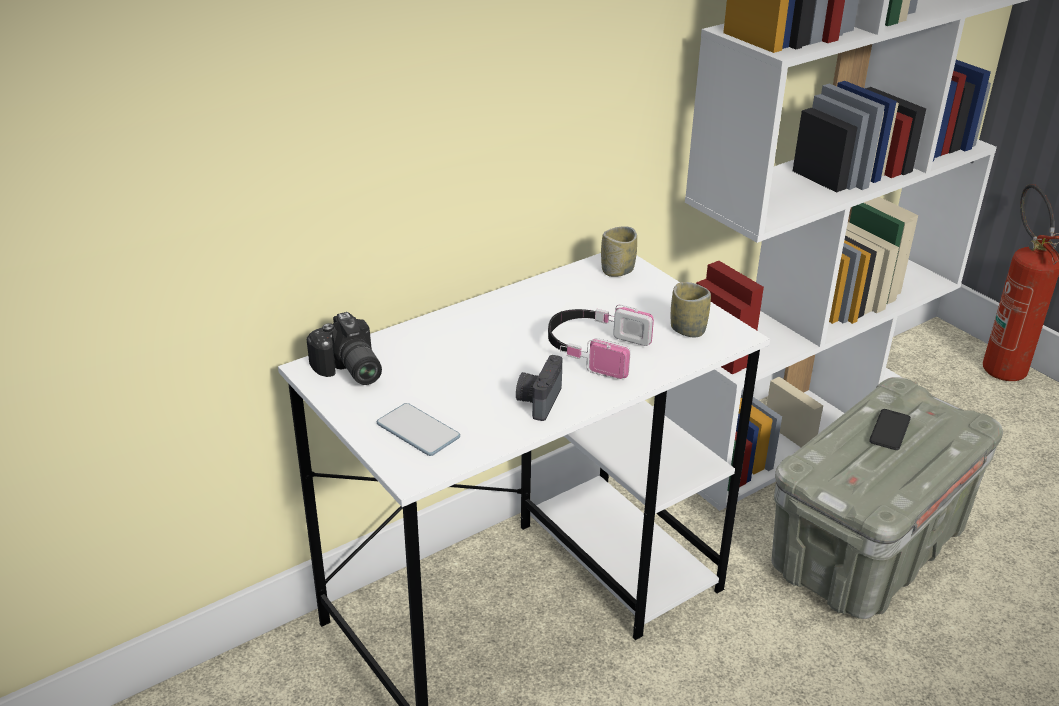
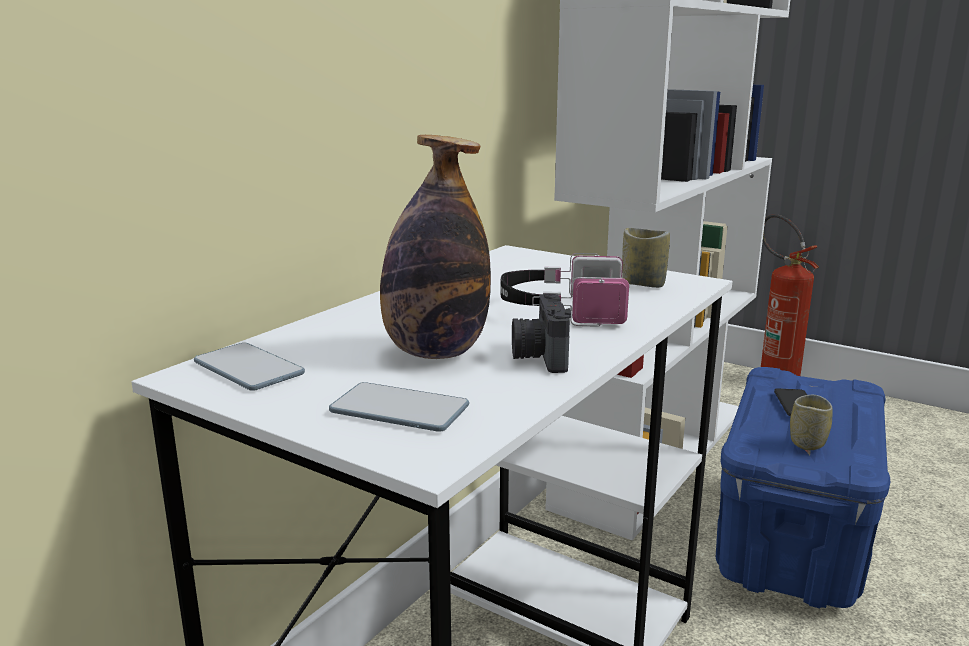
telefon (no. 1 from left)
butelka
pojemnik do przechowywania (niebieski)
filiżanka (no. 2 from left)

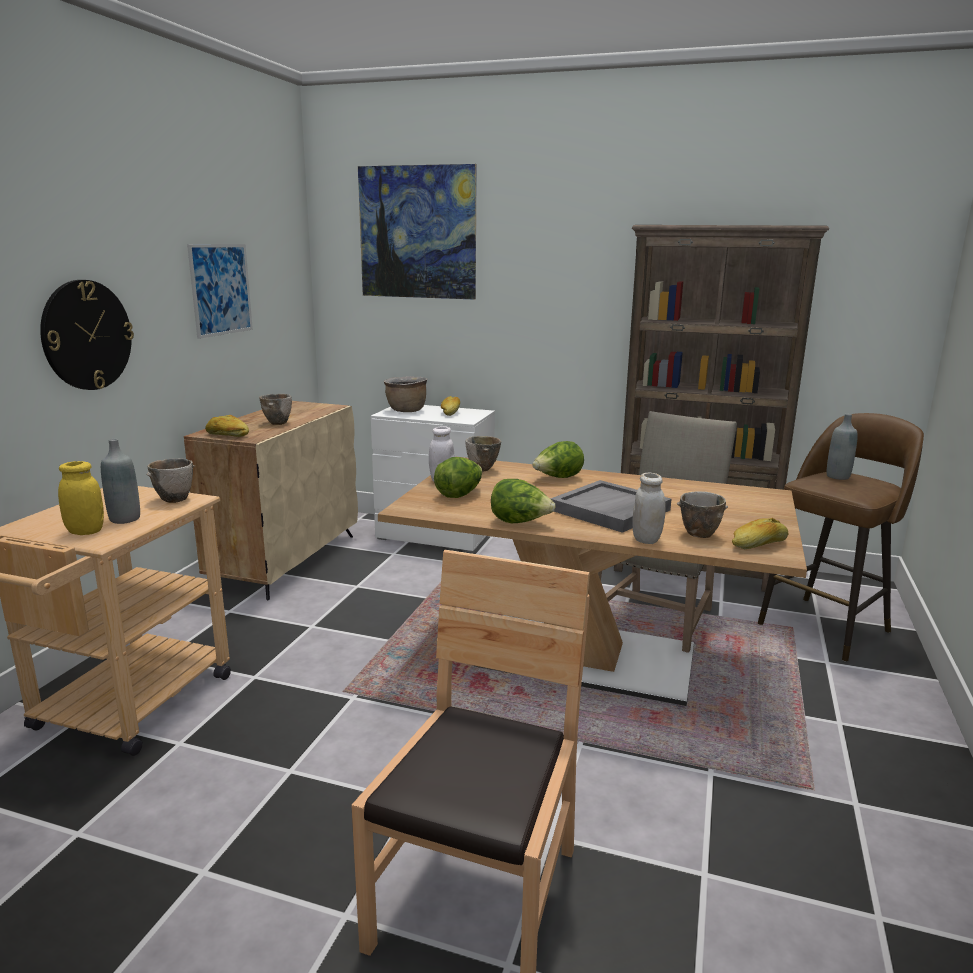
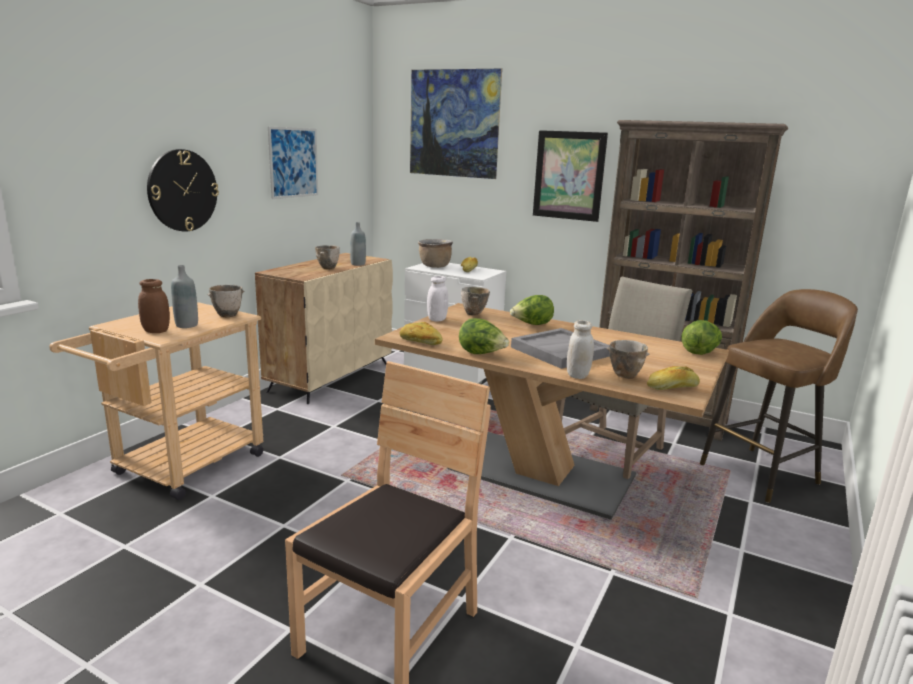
słoik (brązowy)
butelka (szary) (no. 2 from left)
chleb (no. 1 from left)
obraz (no. 3 from left)
sałata (no. 3 from left)

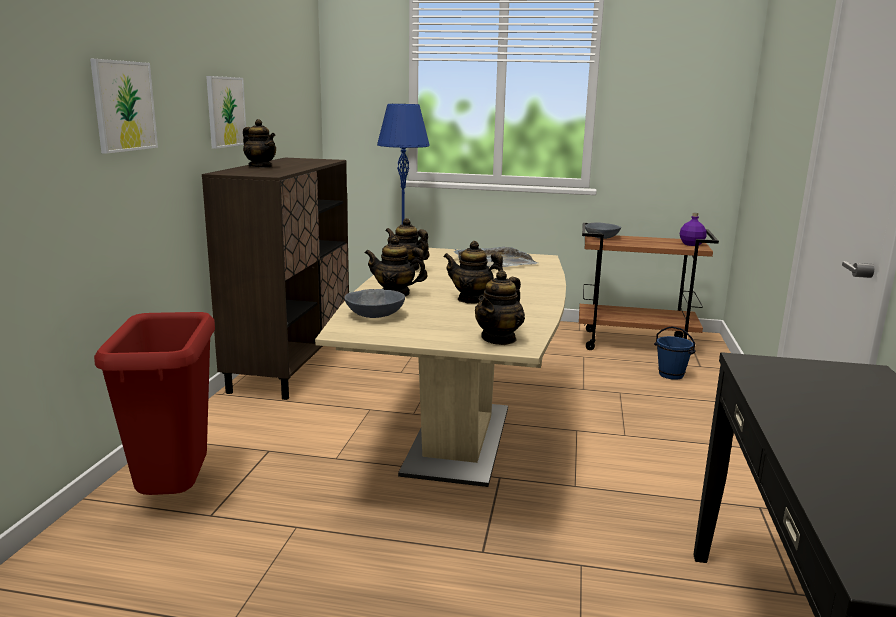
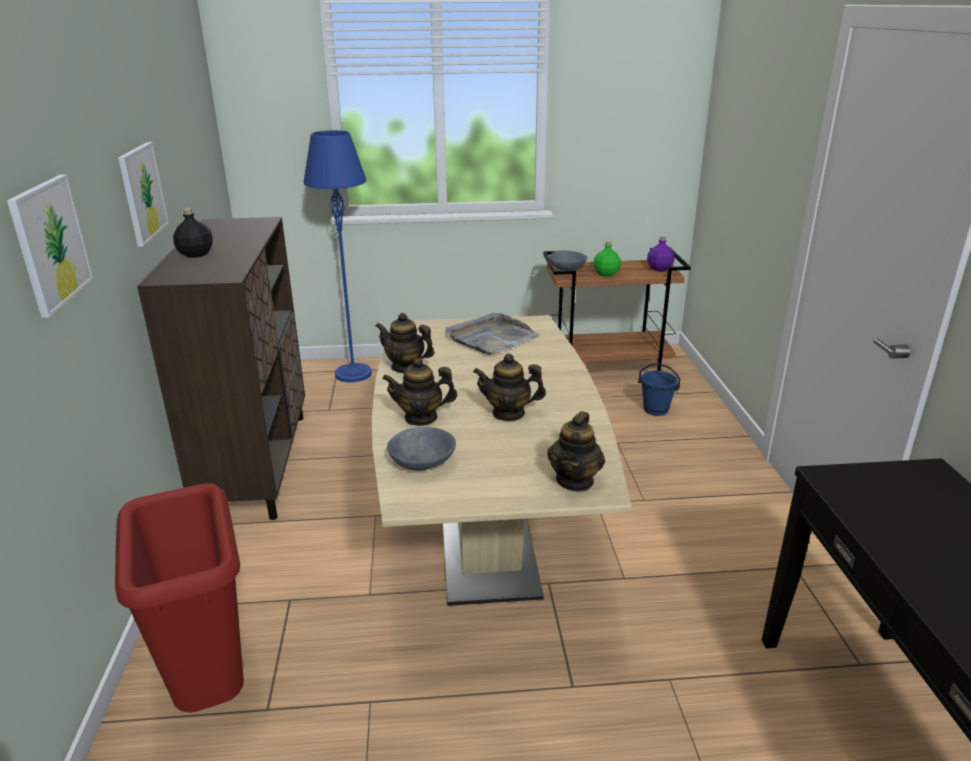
butelka (czarny)
butelka (zielony)

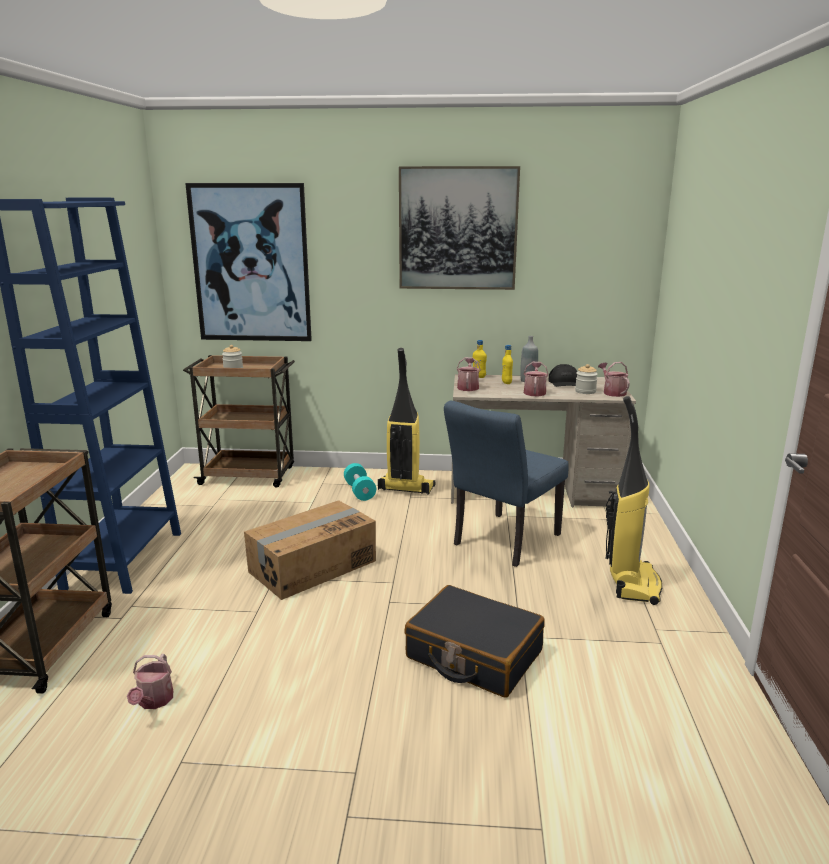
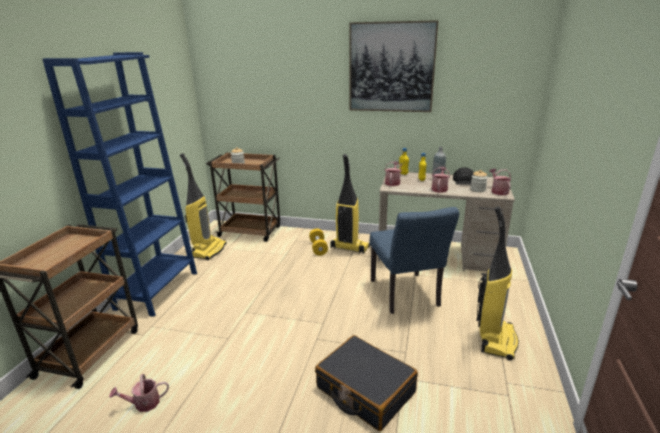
konewka (no. 1 from left)
odkurzacz (no. 1 from left)
hantel (żółty)
krzesło (niebieski)
obraz (no. 1 from left in the first image)
karton

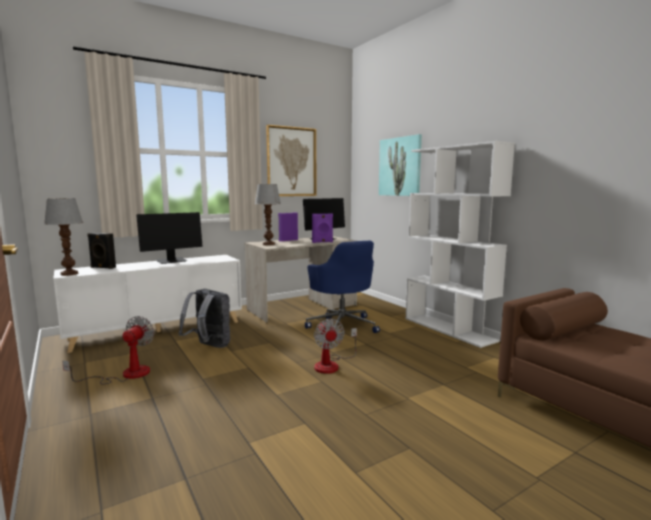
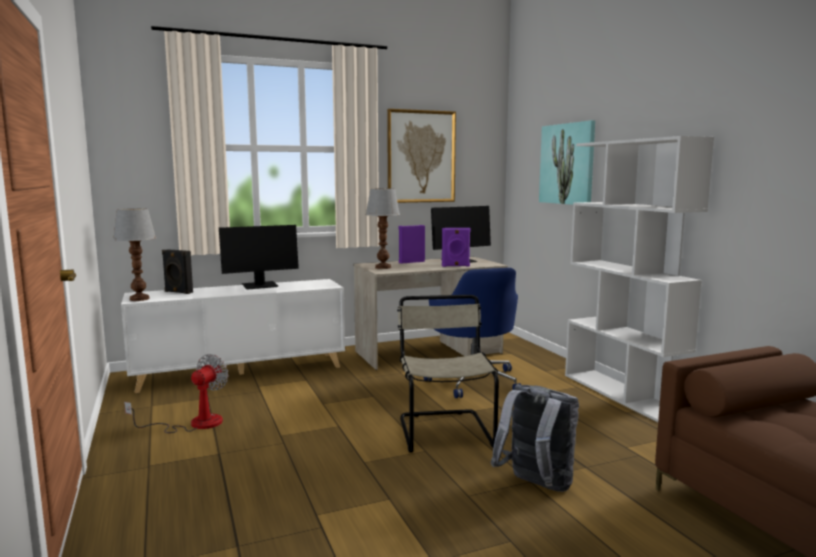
krzesło (beżowy)
plecak (szary)

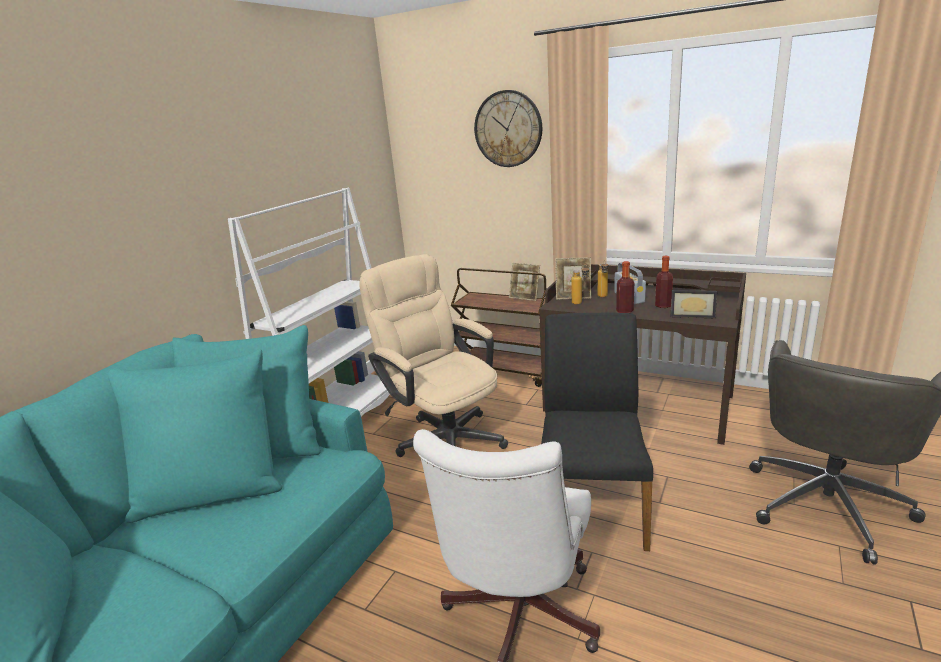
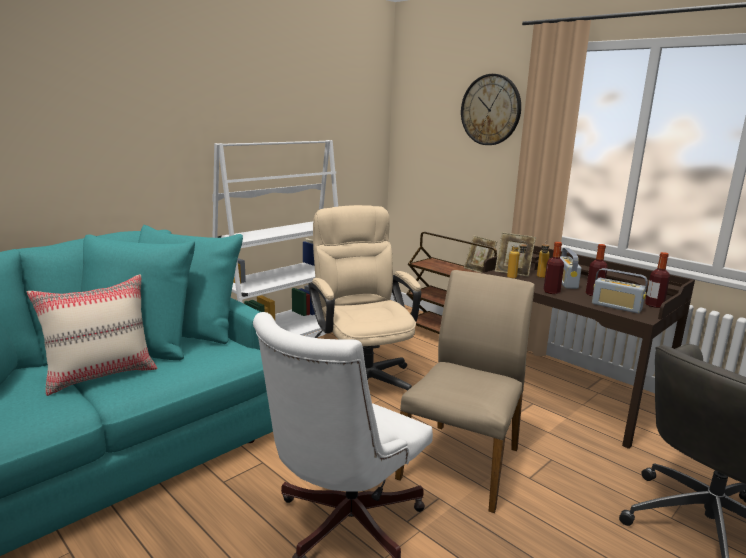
poduszka (beżowy)
krzesło (beżowy)
radio (no. 2 from left)
butelka (no. 5 from left)

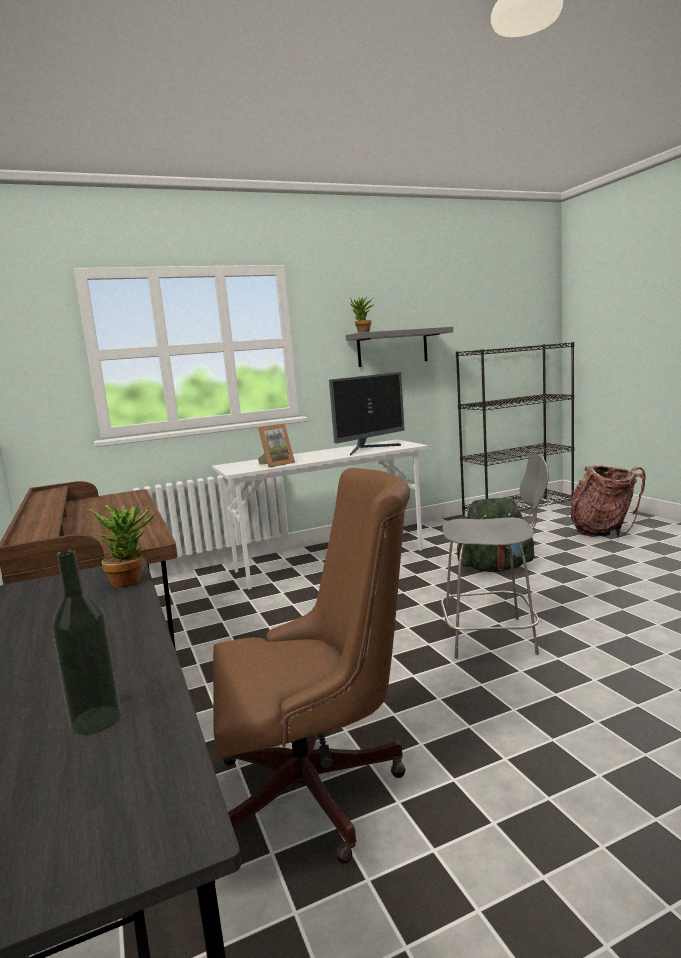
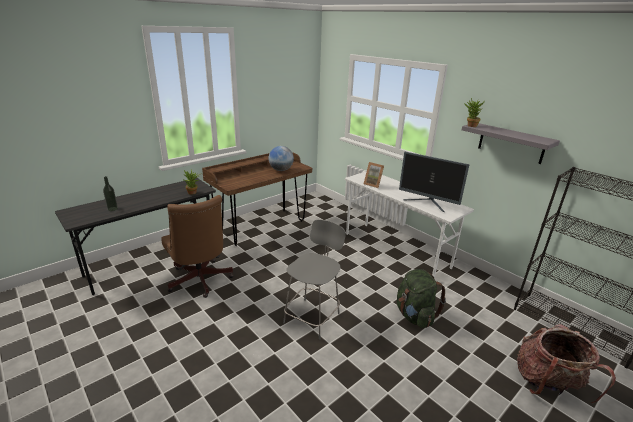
globus
krzesło (szary)

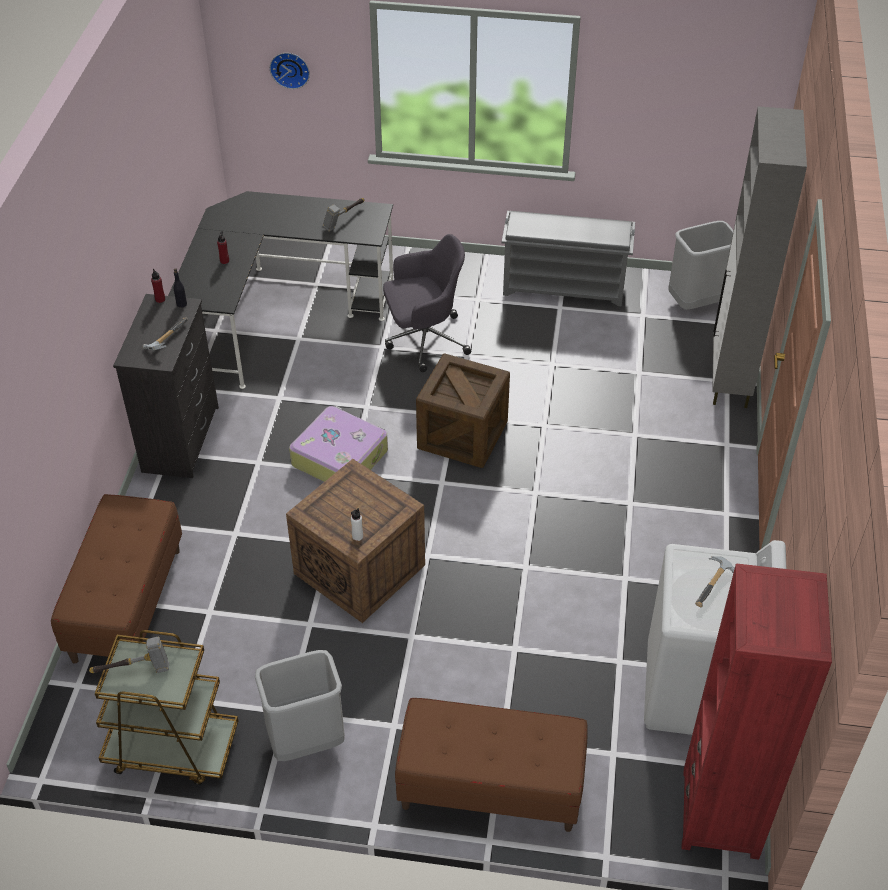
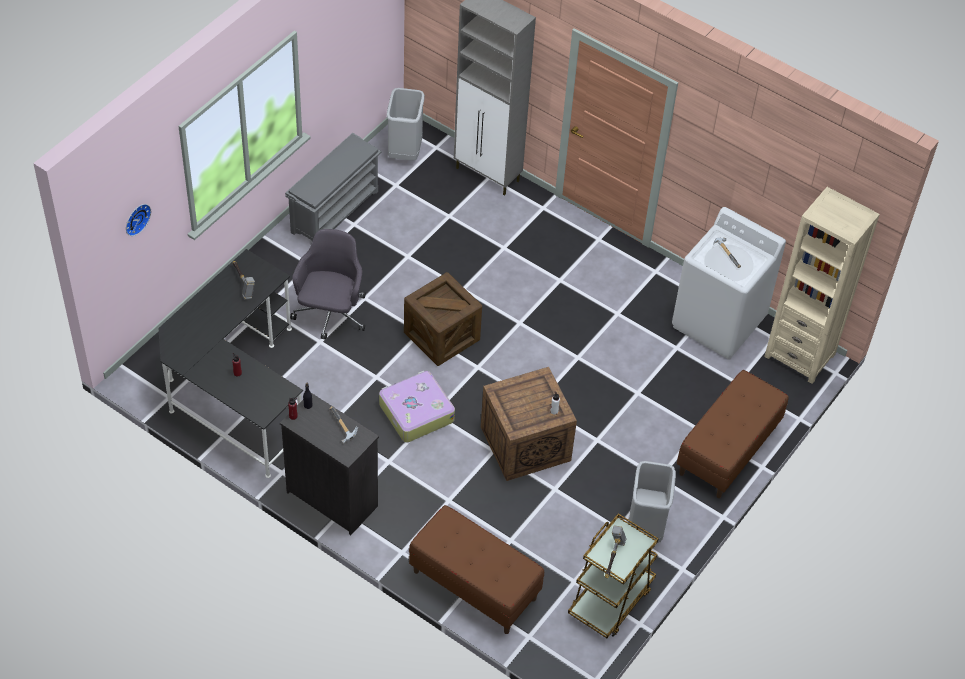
regał (beżowy)

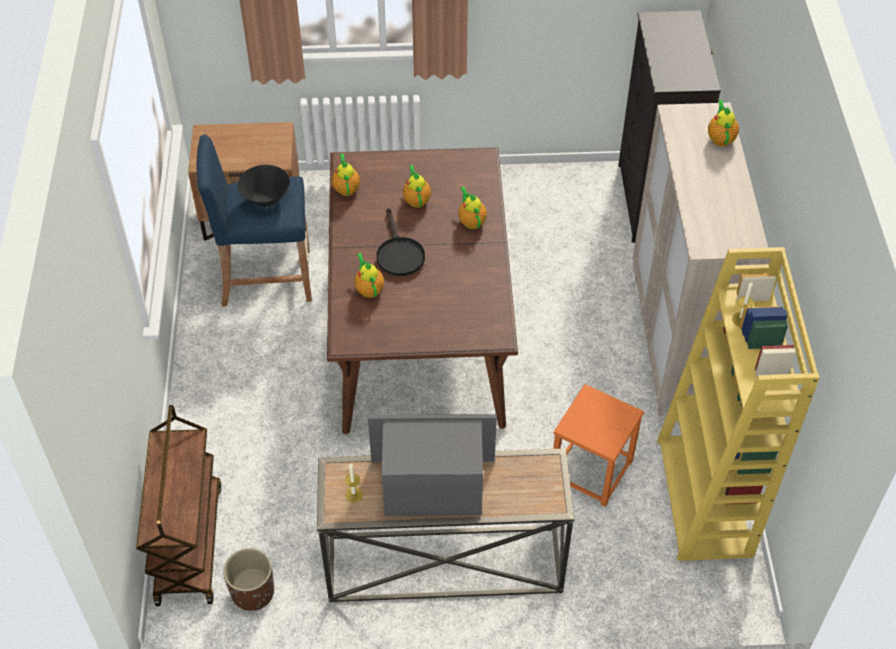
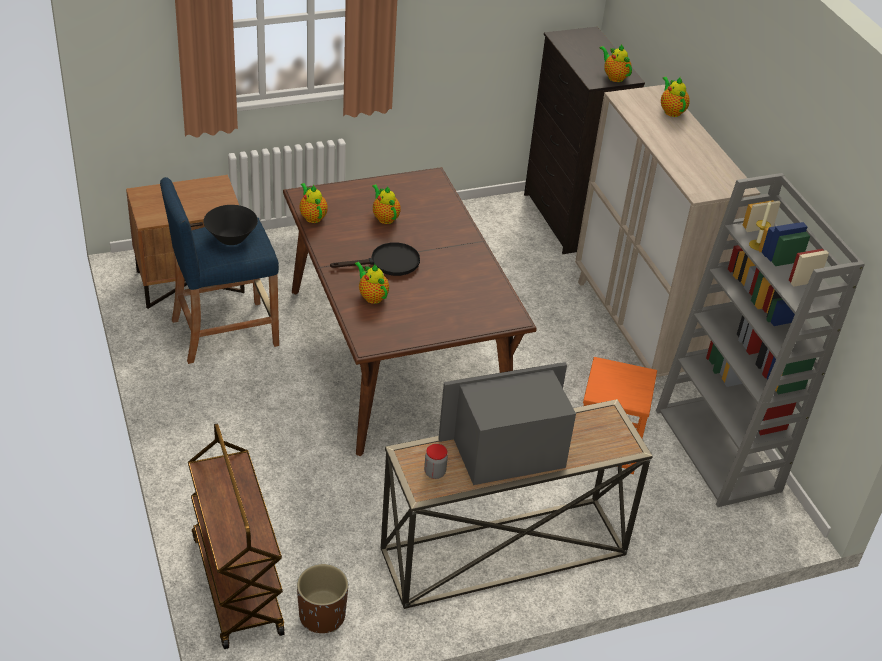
patelnia (czarny)
słoik
imbryk (no. 4 from left)
regał (szary)

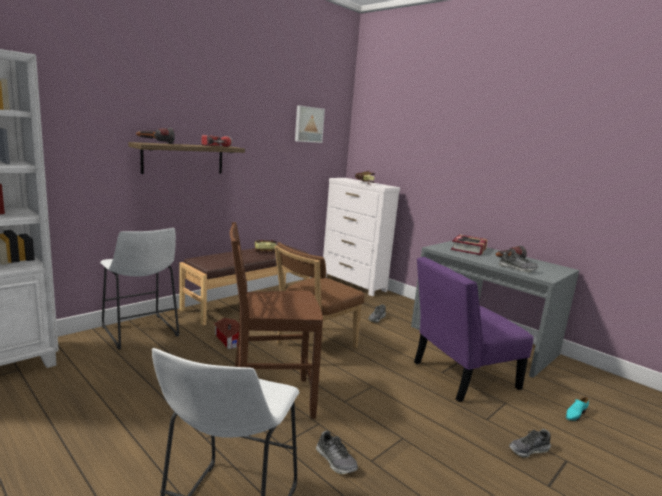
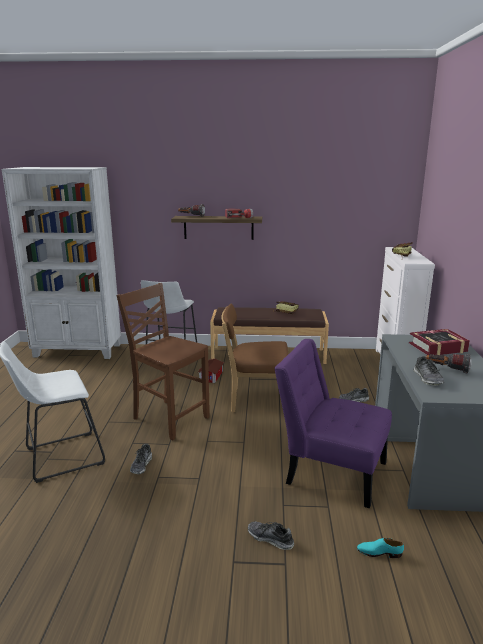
obraz

